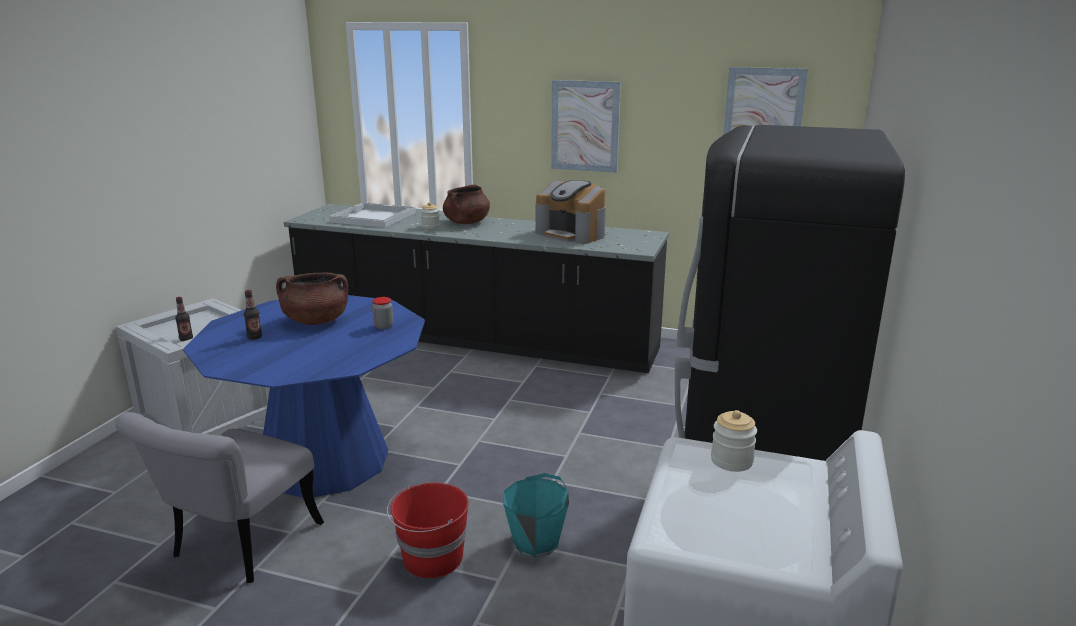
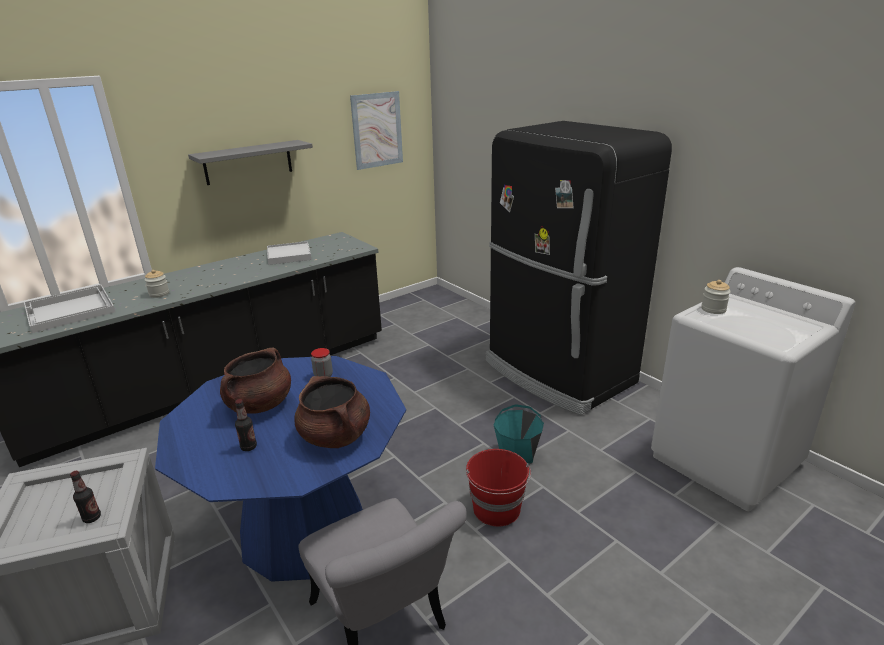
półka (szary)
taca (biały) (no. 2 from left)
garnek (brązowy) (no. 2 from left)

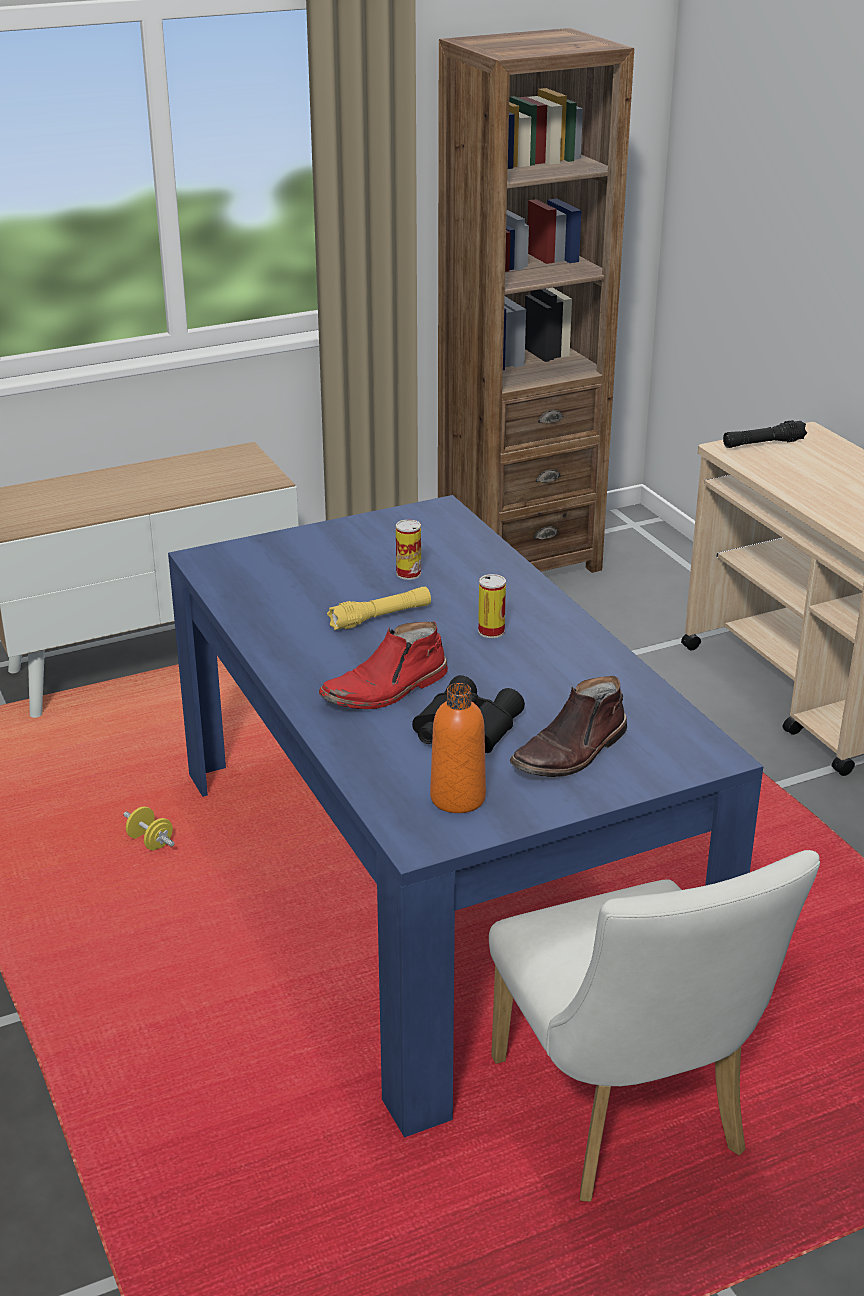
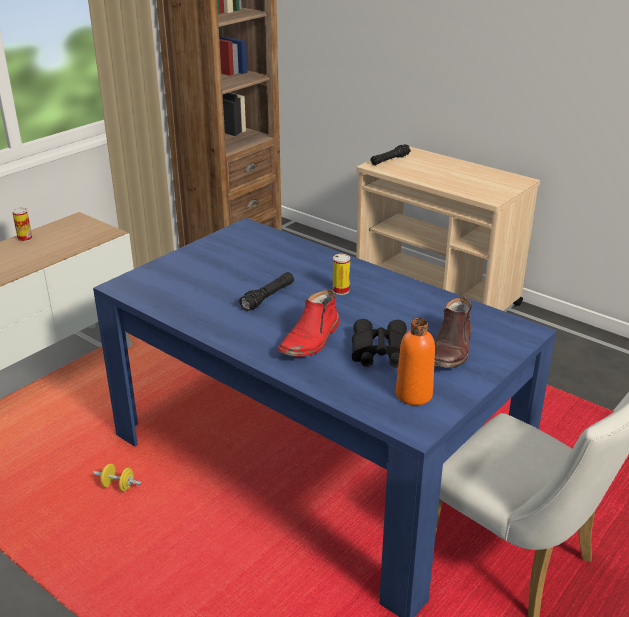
puszka (no. 1 from left)
latarka (czarny) (no. 1 from left)

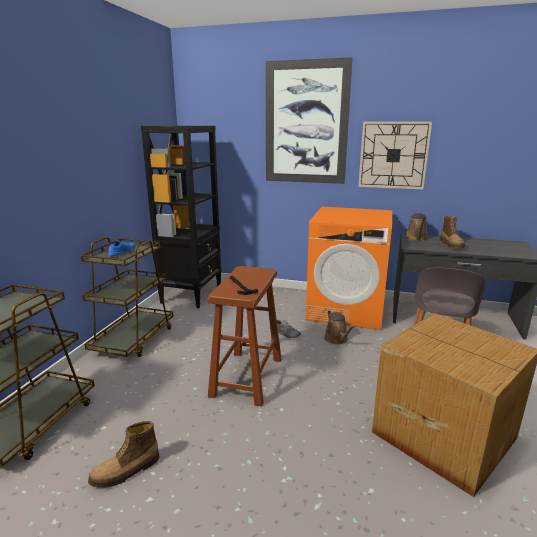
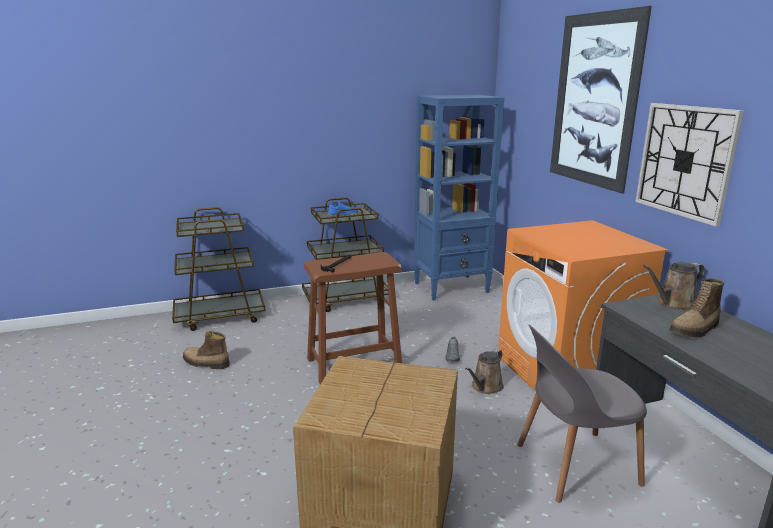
regał (niebieski)

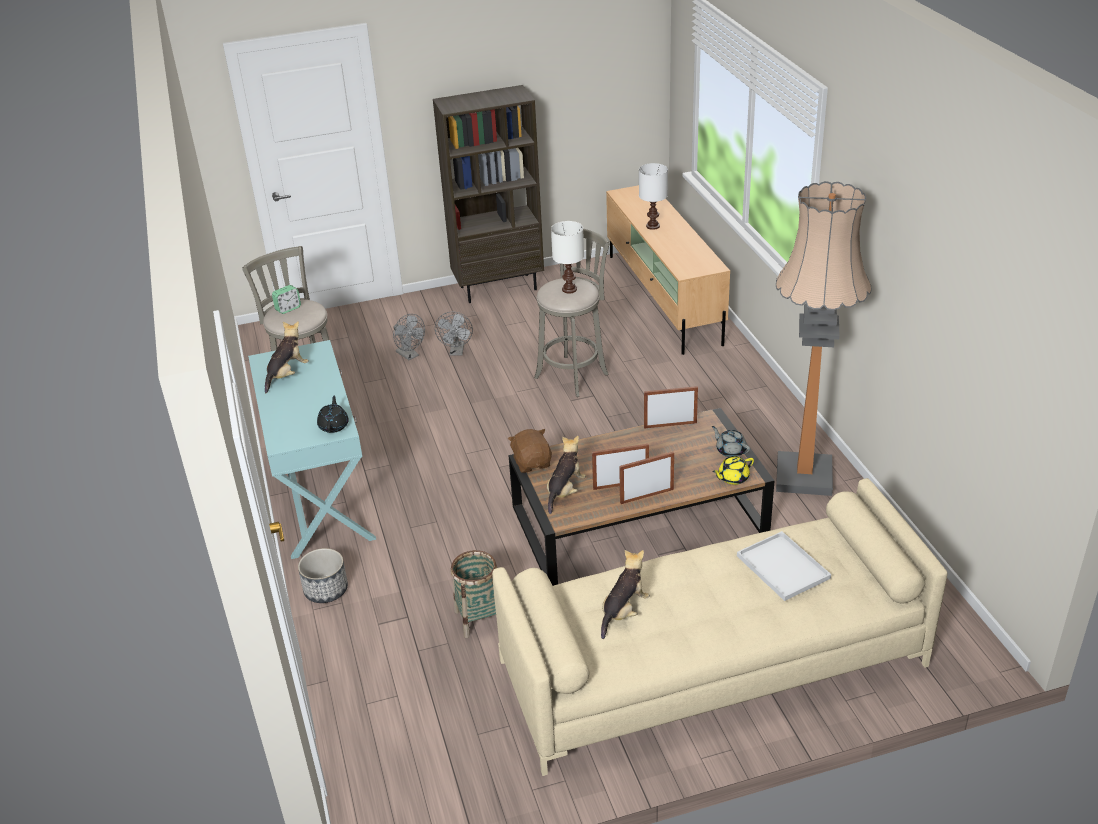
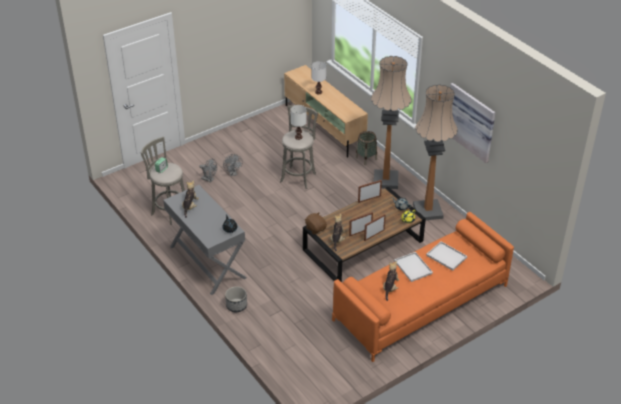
stolik konsolowy (szary)
kanapa (pomarańczowy)
koszyk
lampa stojąca (no. 1 from left)
taca (biały) (no. 1 from left)
obraz
regał (brązowy)

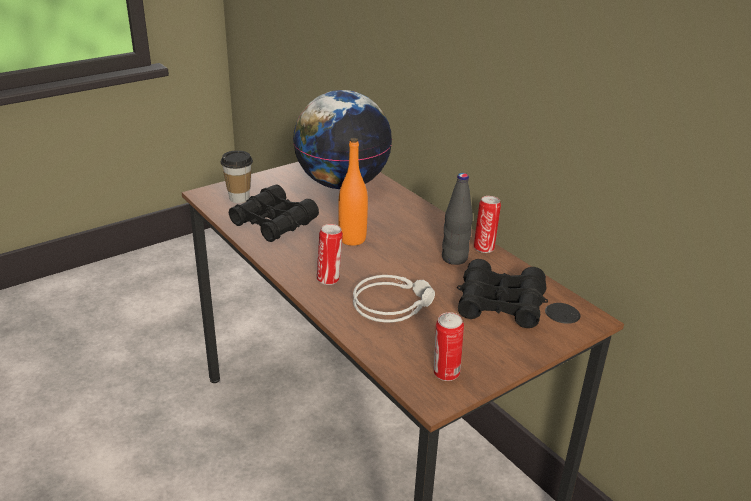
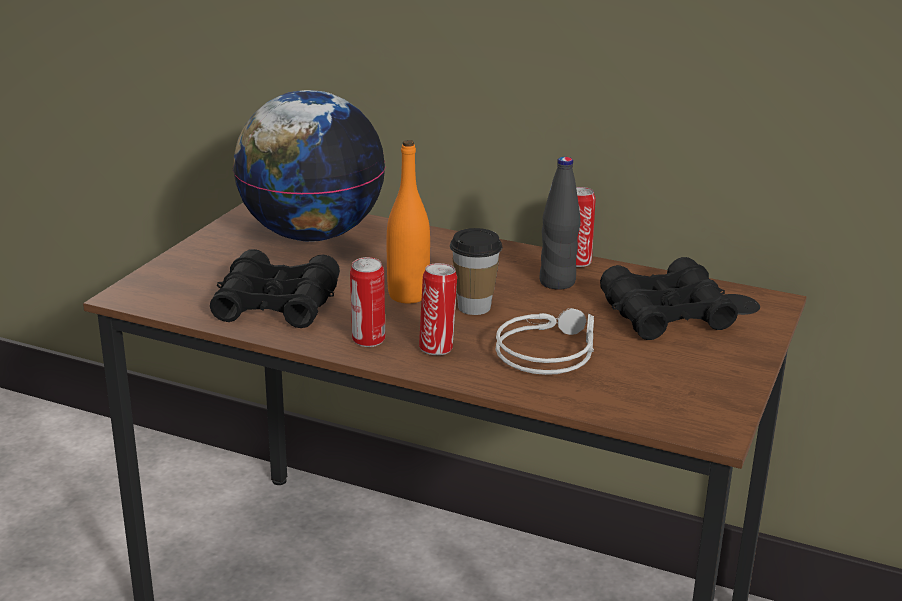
puszka (no. 1 from left)
filiżanka

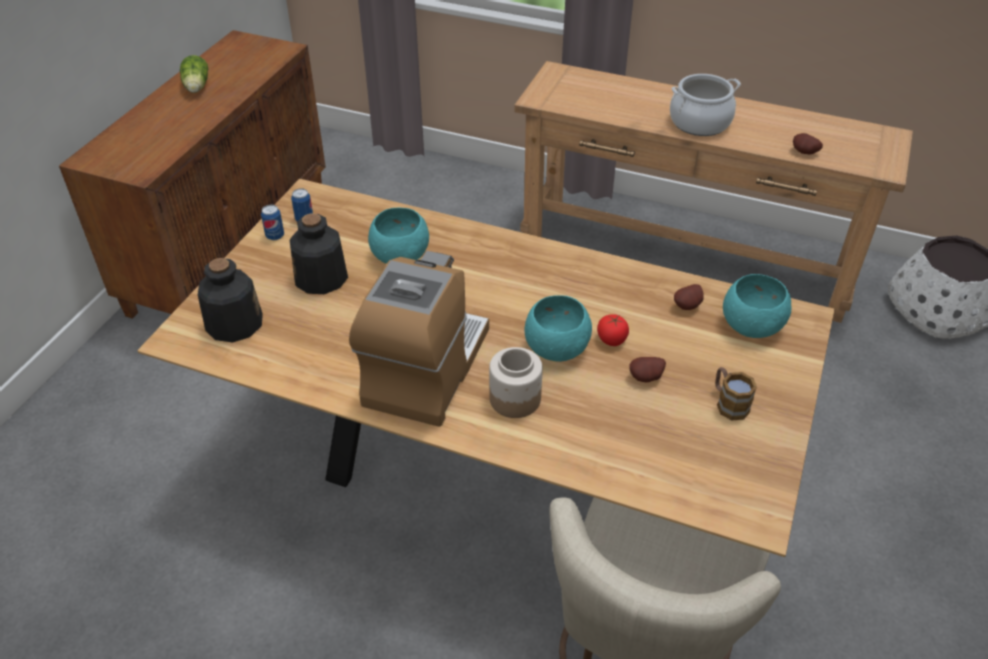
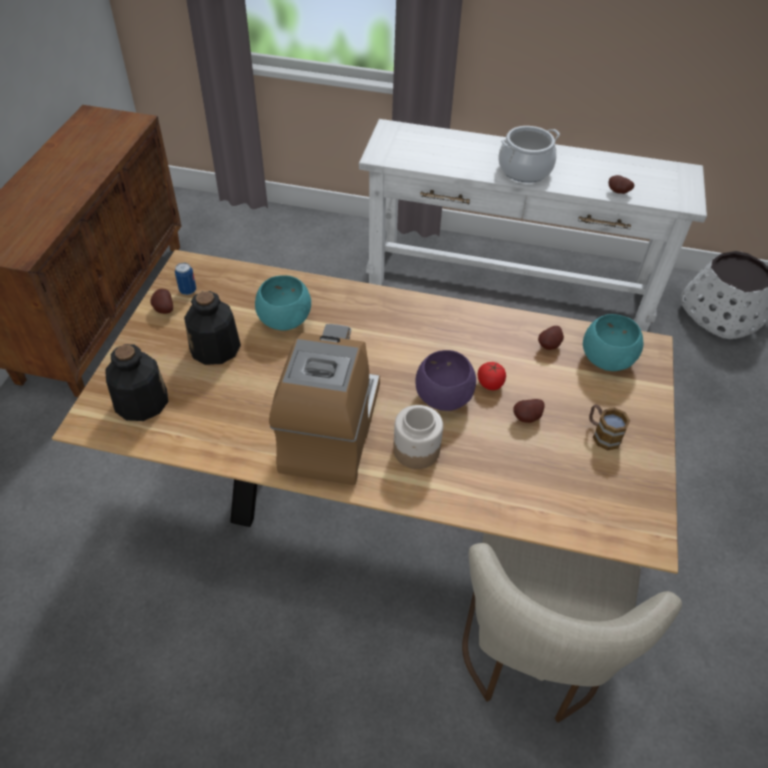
ziemniak (no. 1 from left)
stolik konsolowy (biały)
miska (fioletowy)
sałata

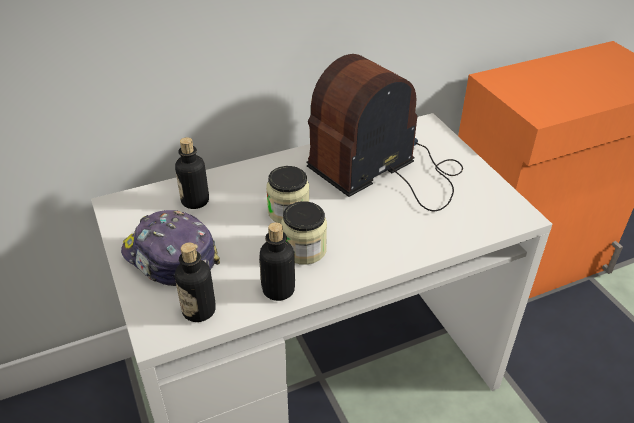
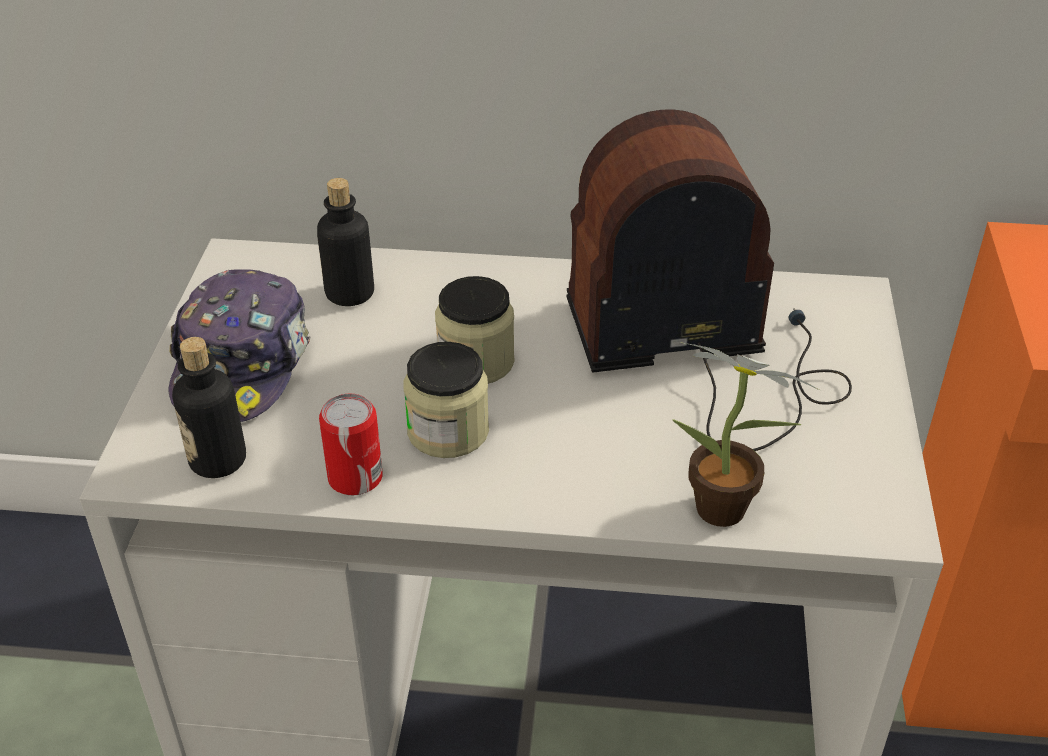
czapka z daszkiem
puszka
roślina doniczkowa

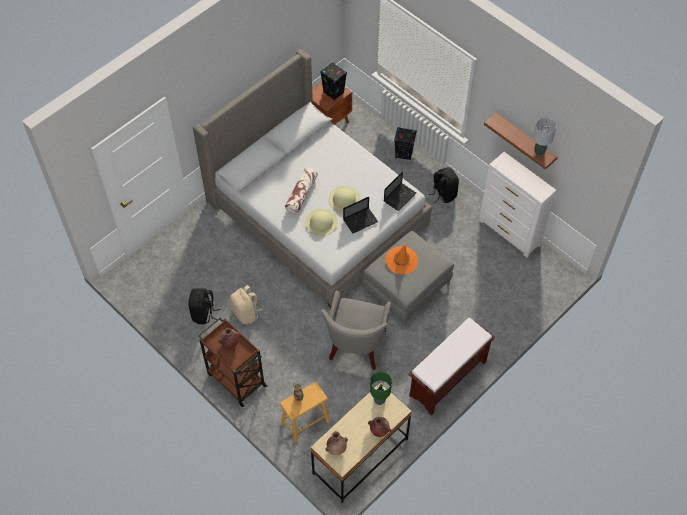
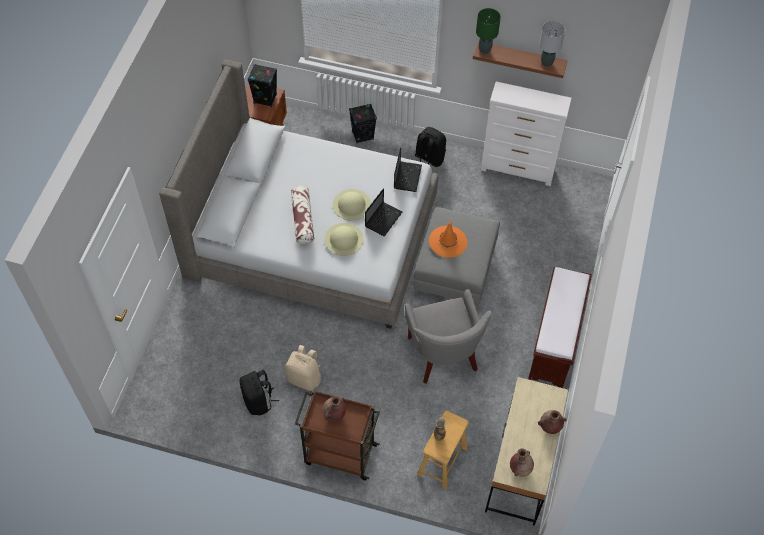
lampa stołowa (zielony)

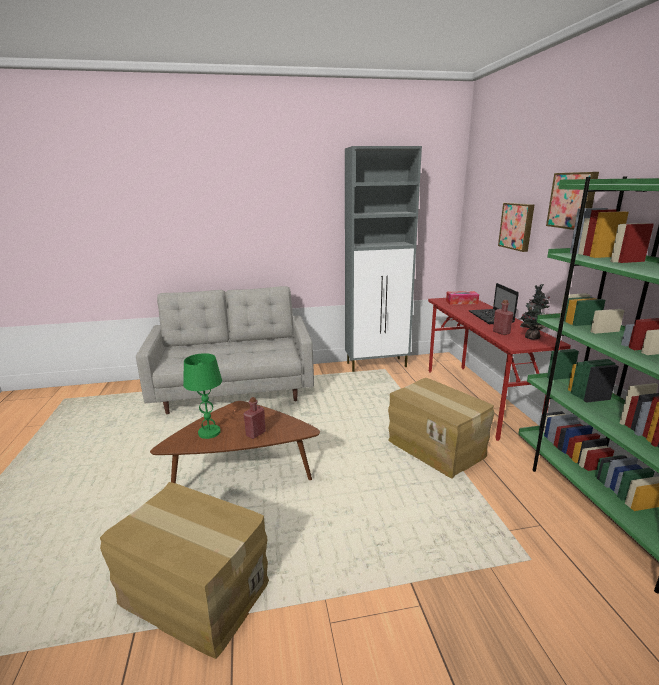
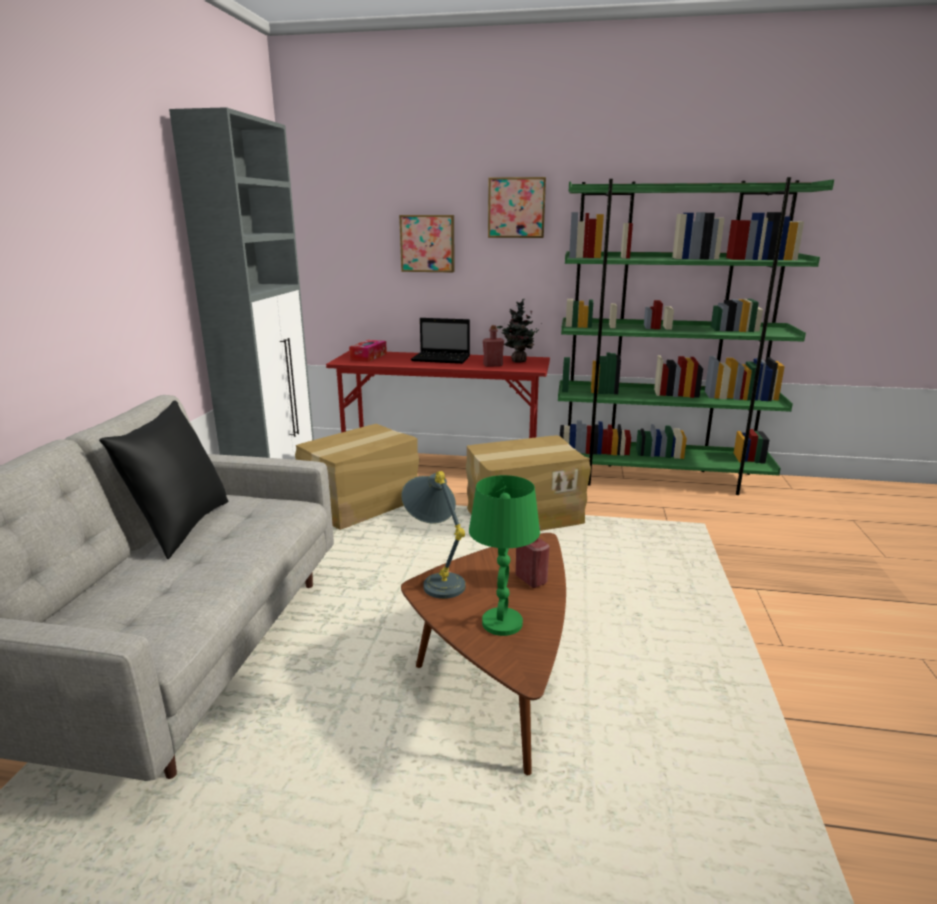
poduszka (czarny)
karton (no. 1 from left)
lampa stołowa (szary)

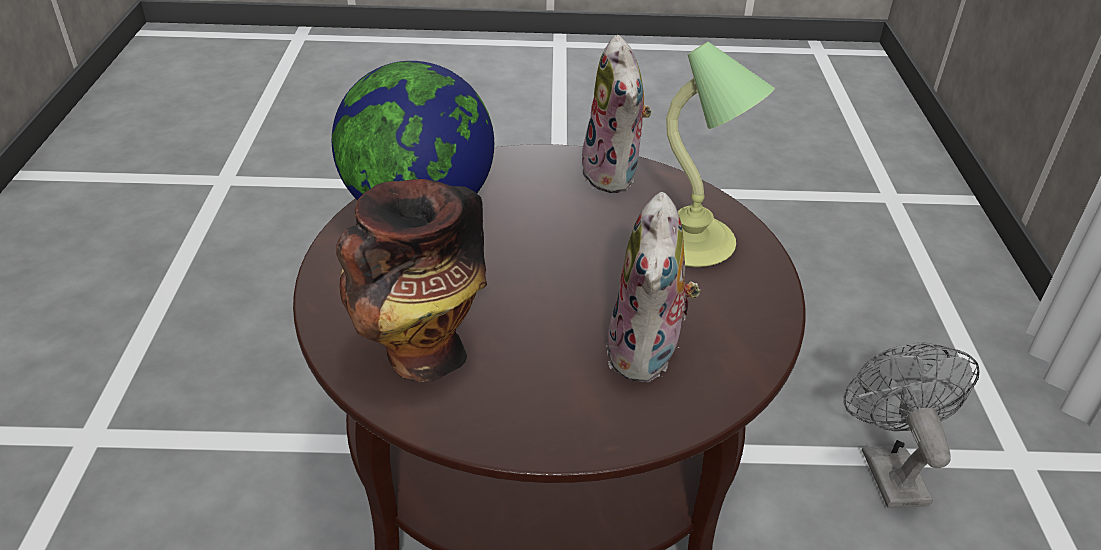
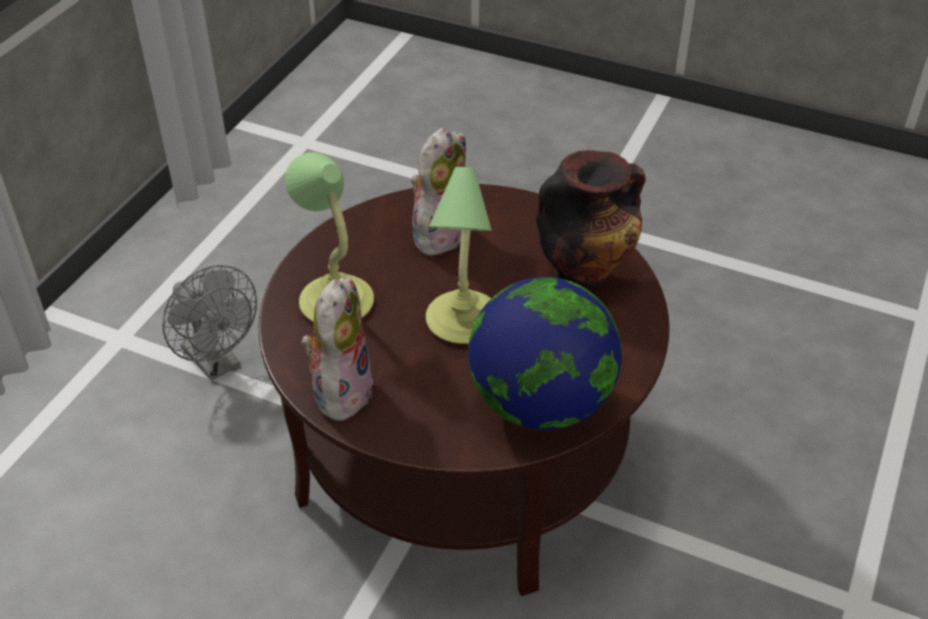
wentylator (szary)
lampa stołowa (no. 2 from left)

